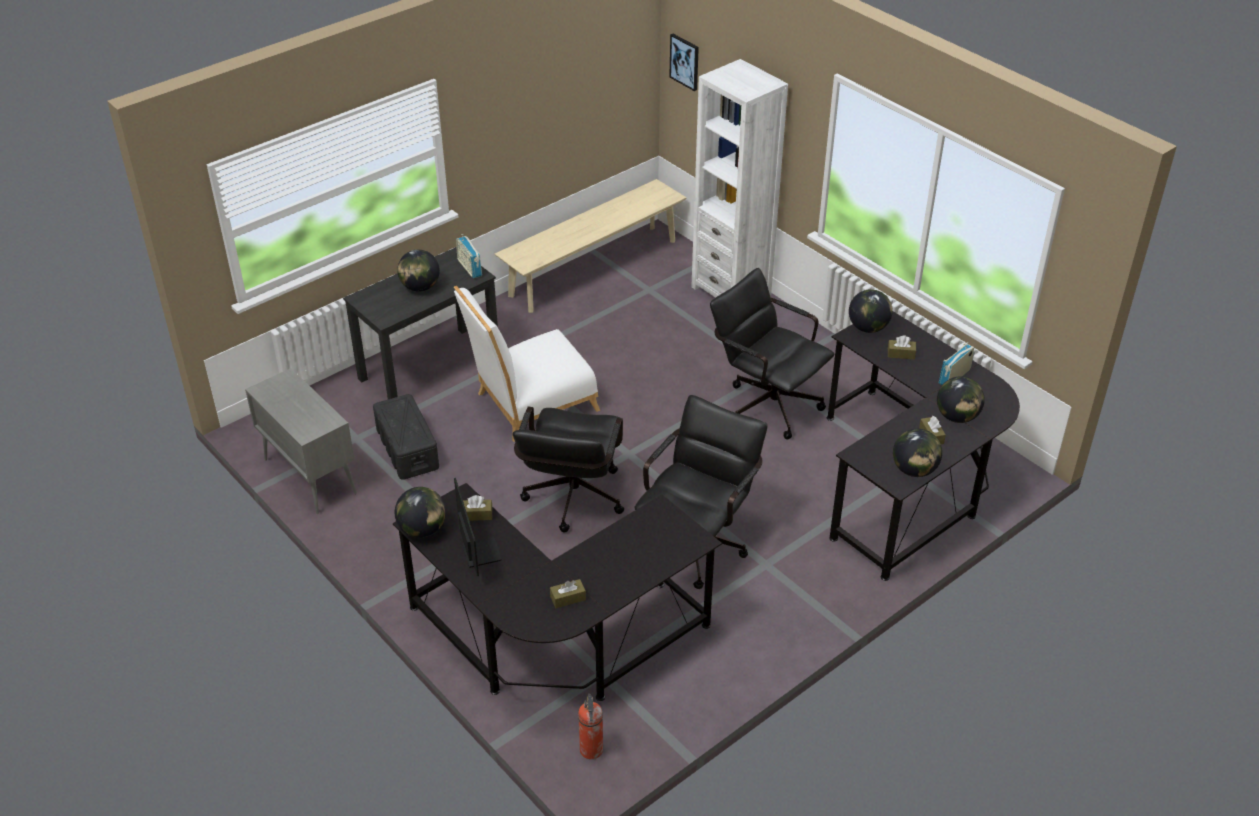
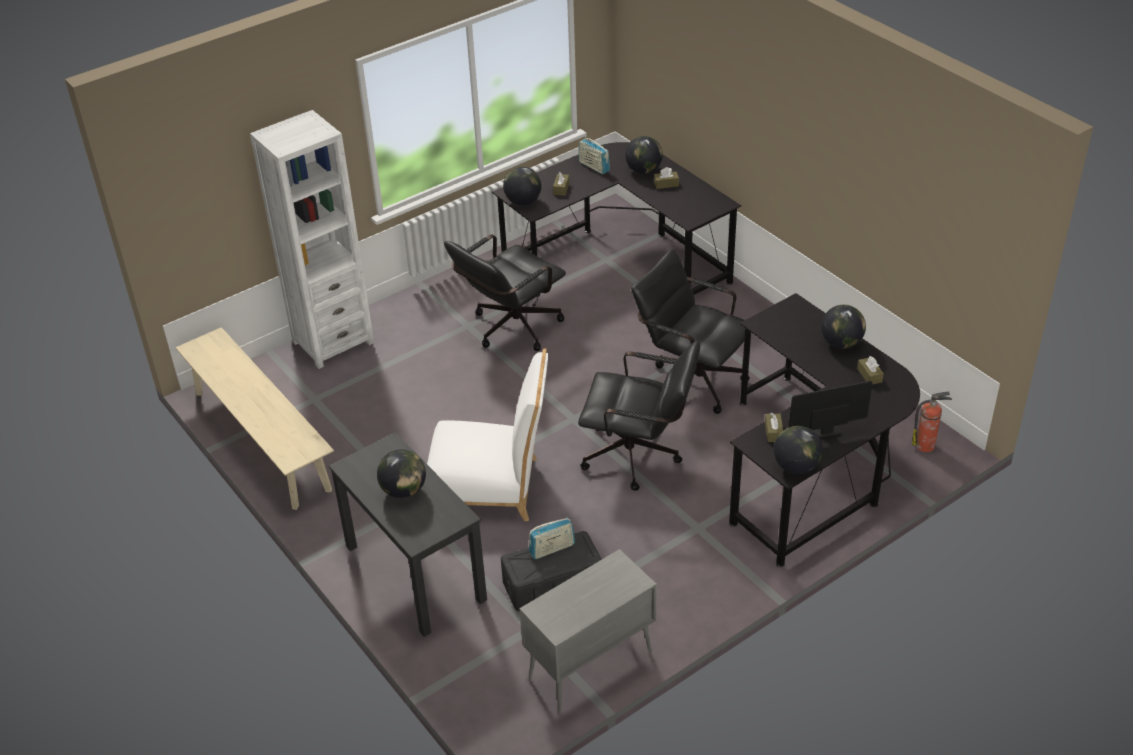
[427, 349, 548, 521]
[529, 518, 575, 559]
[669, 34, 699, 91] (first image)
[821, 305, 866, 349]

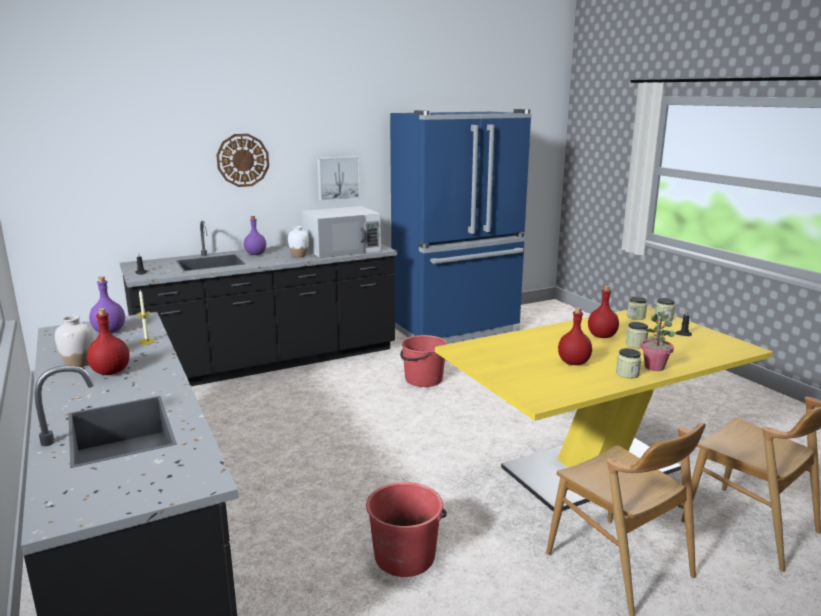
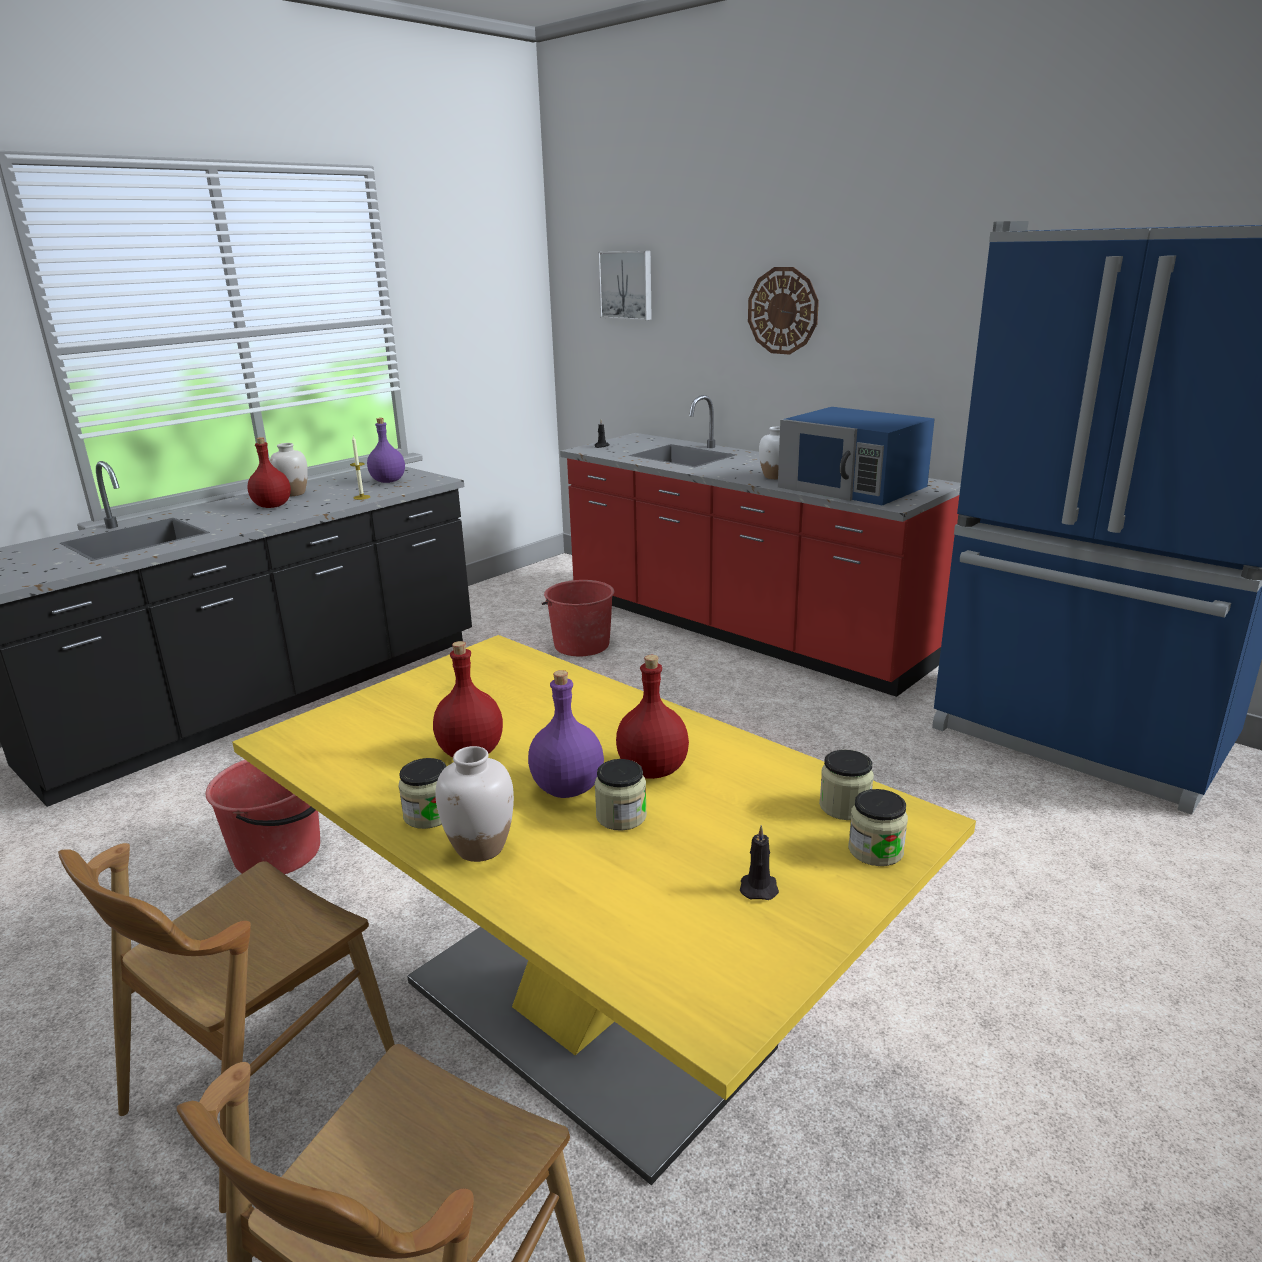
[560, 395, 961, 697]
[528, 670, 604, 798]
[778, 407, 935, 506]
[598, 251, 652, 320]
[542, 580, 615, 656]
[435, 746, 514, 862]

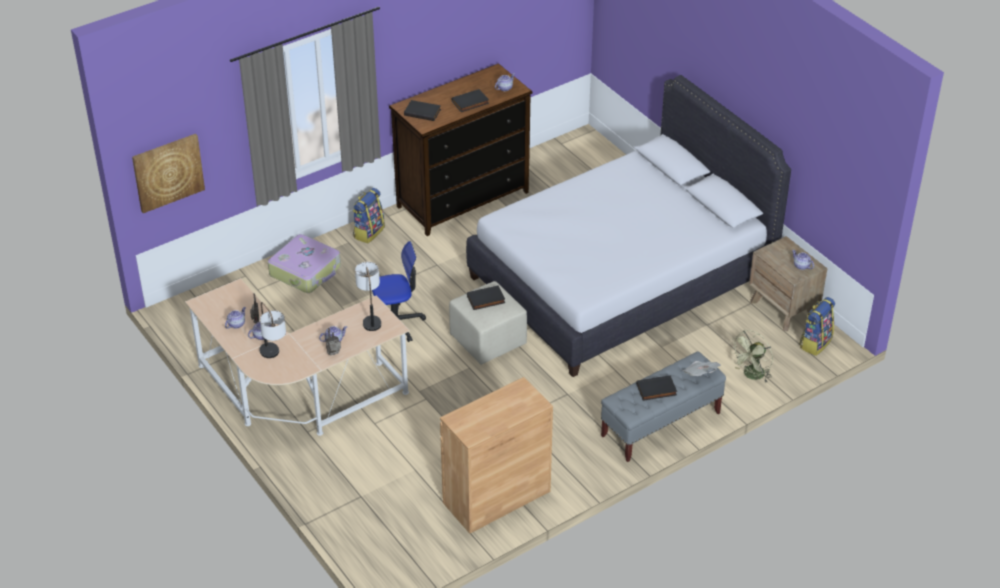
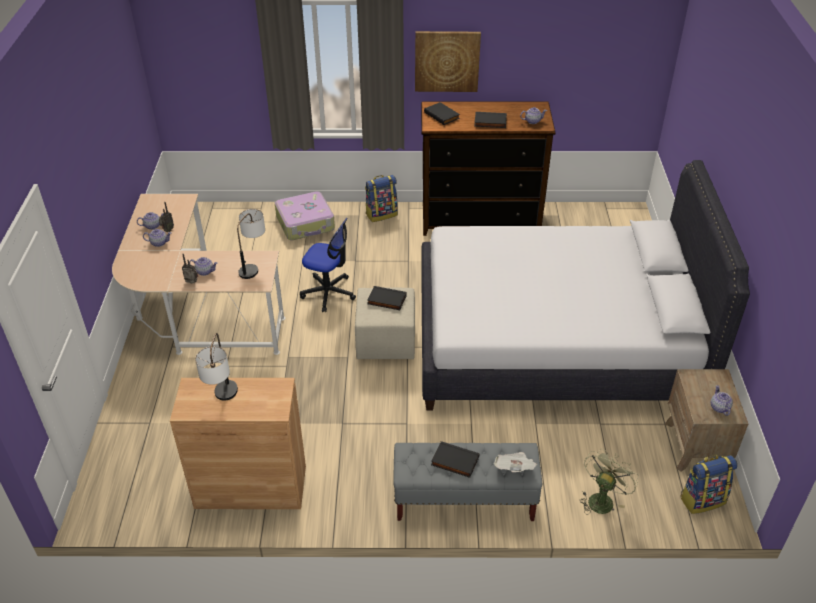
[415, 31, 481, 92]
[195, 333, 238, 401]
[580, 449, 639, 515]

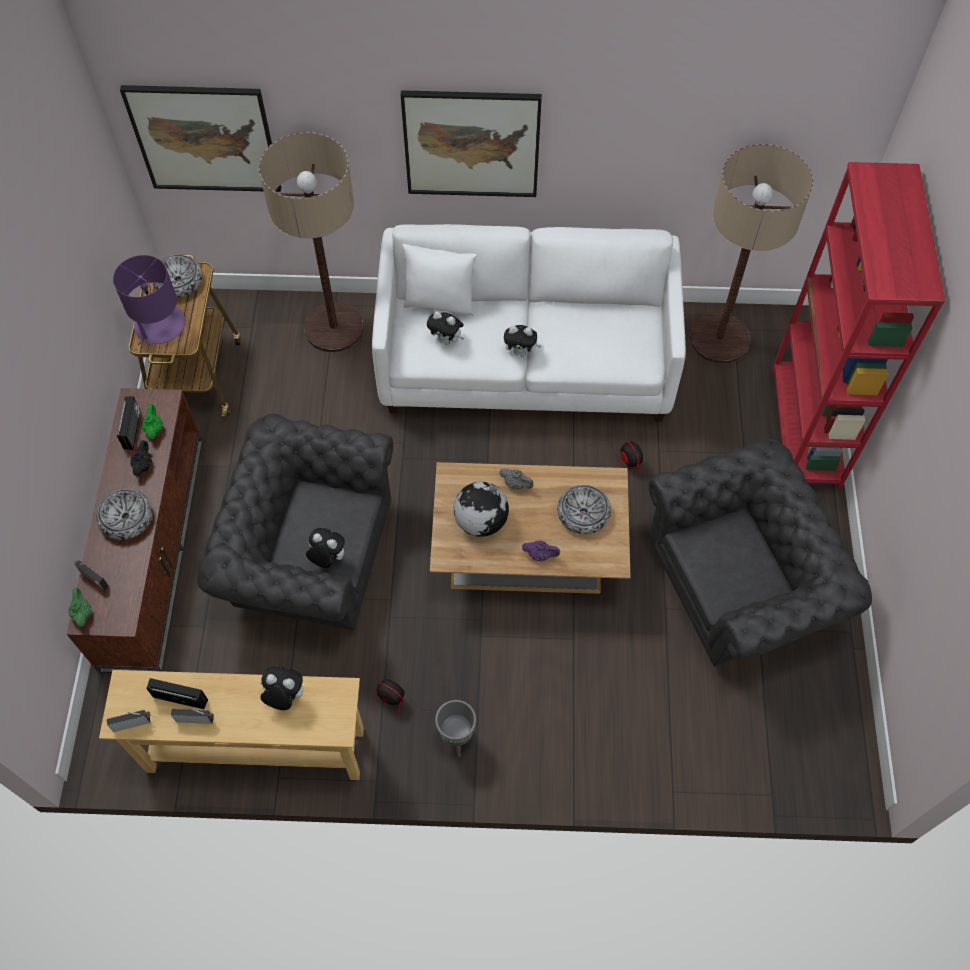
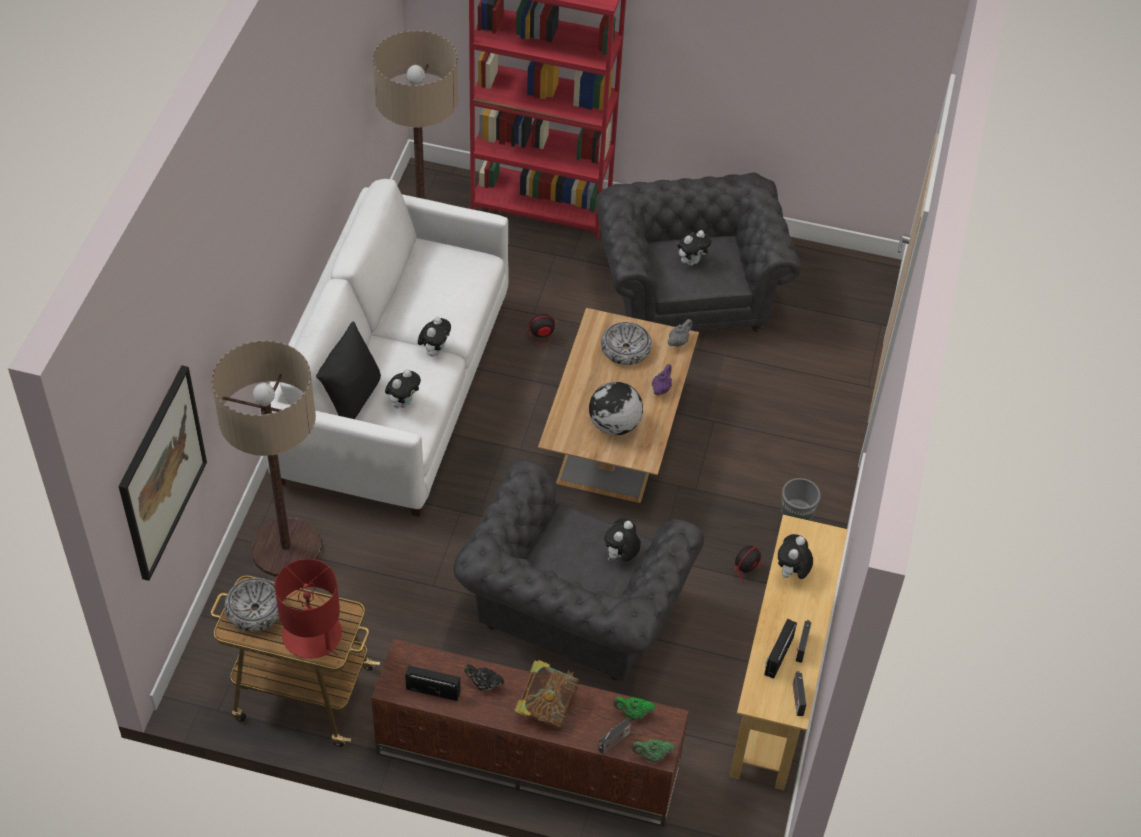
[514, 660, 579, 728]
[274, 559, 342, 659]
[613, 697, 656, 720]
[401, 90, 542, 197] (first image)
[316, 322, 381, 419]
[668, 319, 692, 347]
[678, 230, 711, 266]

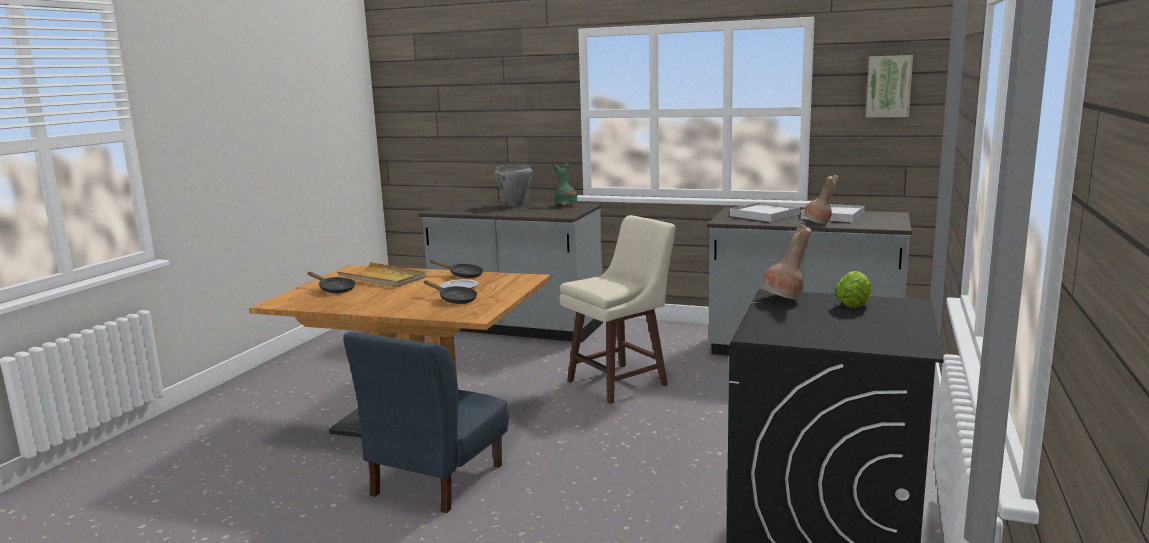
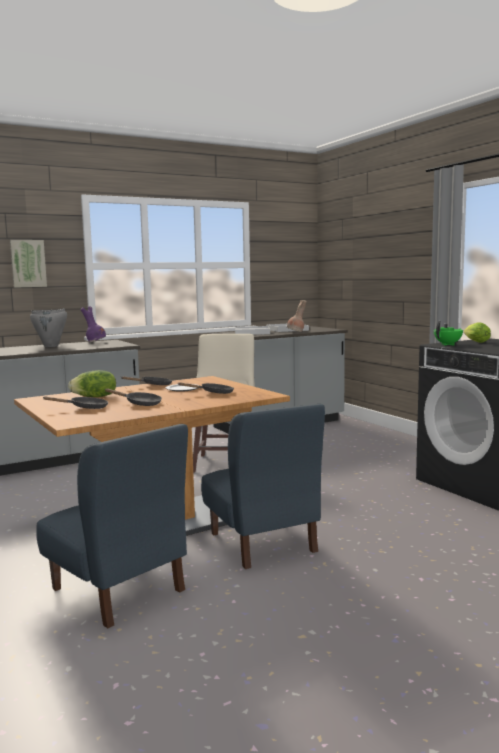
[68, 370, 116, 397]
[81, 306, 106, 343]
[434, 321, 463, 345]
[10, 240, 47, 288]
[36, 424, 188, 628]
[105, 389, 162, 406]

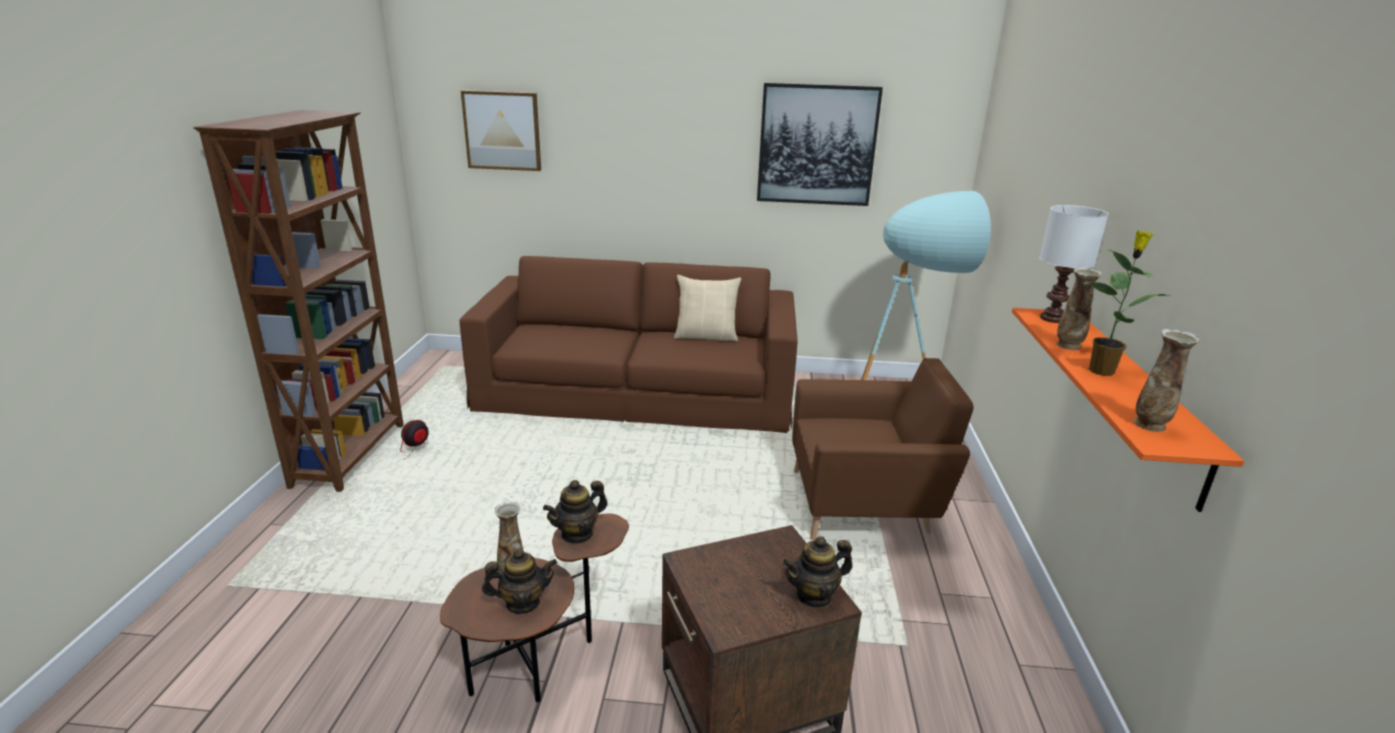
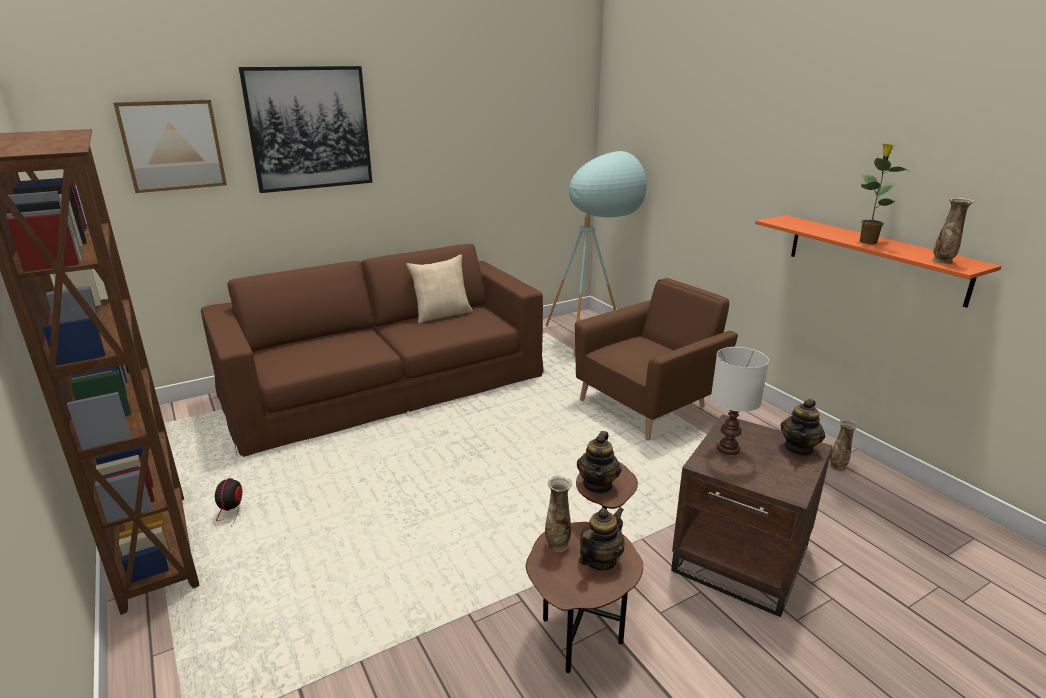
[239, 66, 373, 193]
[711, 347, 769, 455]
[829, 419, 858, 471]

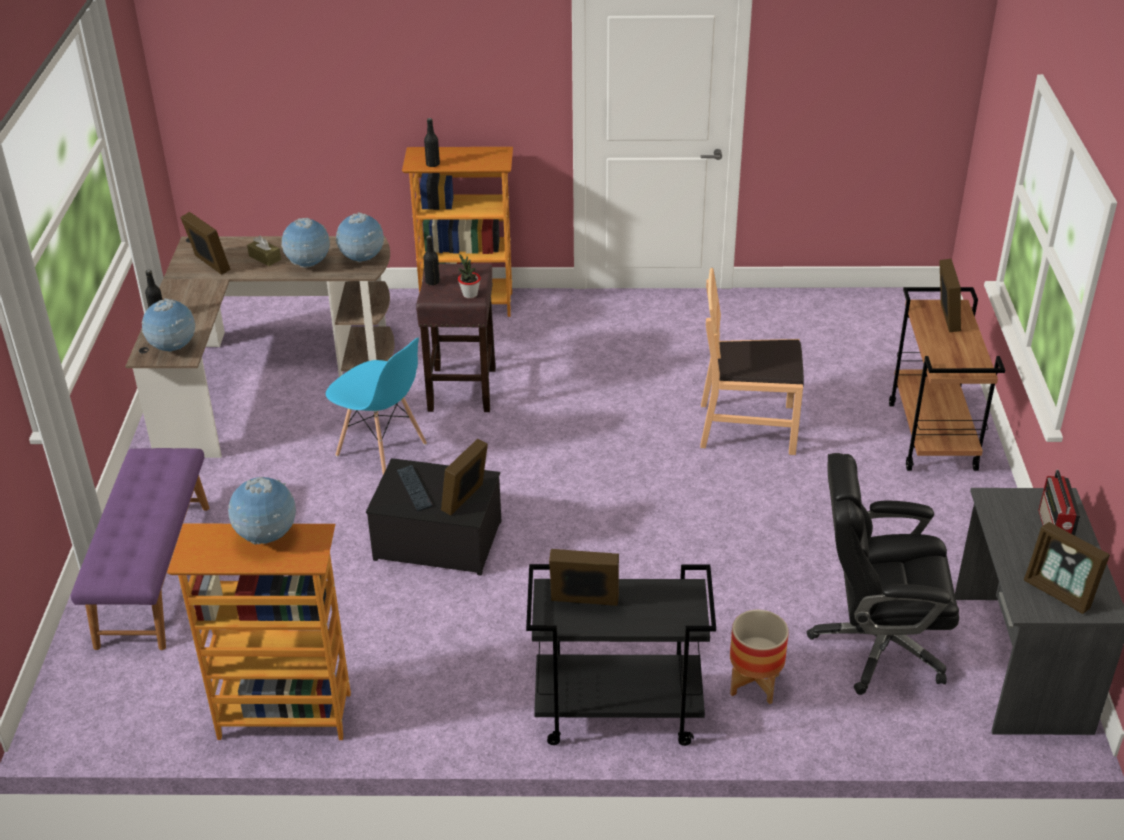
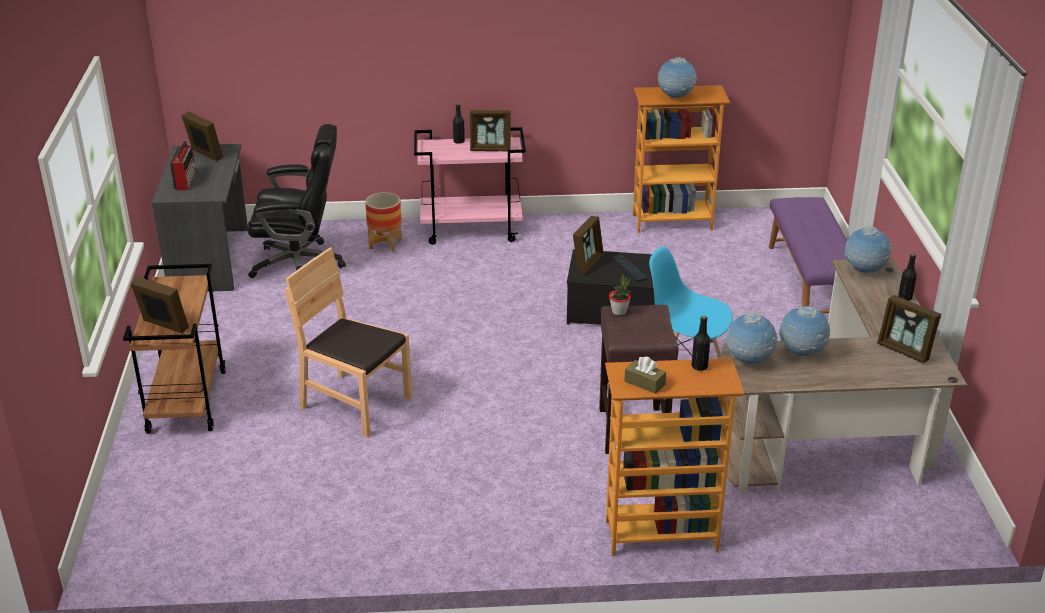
[624, 357, 666, 394]
[453, 103, 465, 144]
[414, 127, 526, 245]
[285, 247, 412, 438]
[130, 277, 189, 333]

